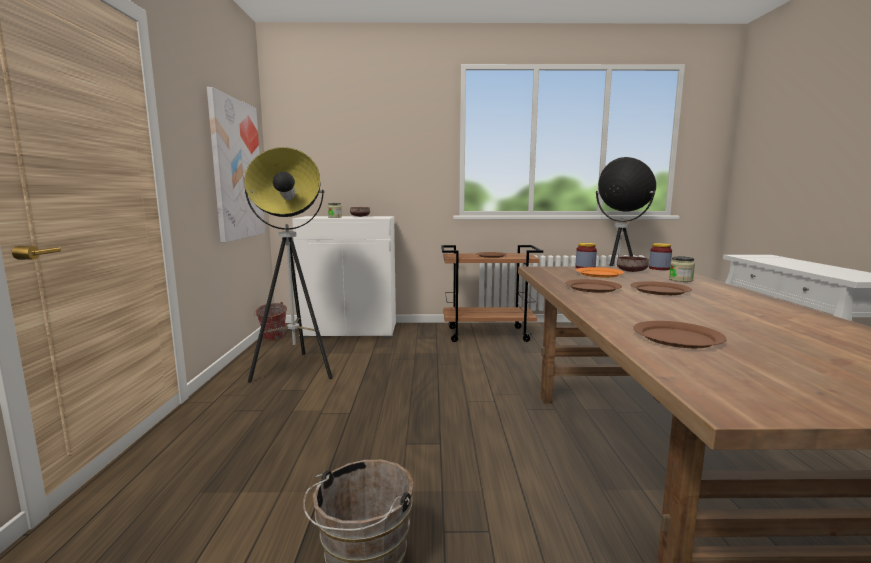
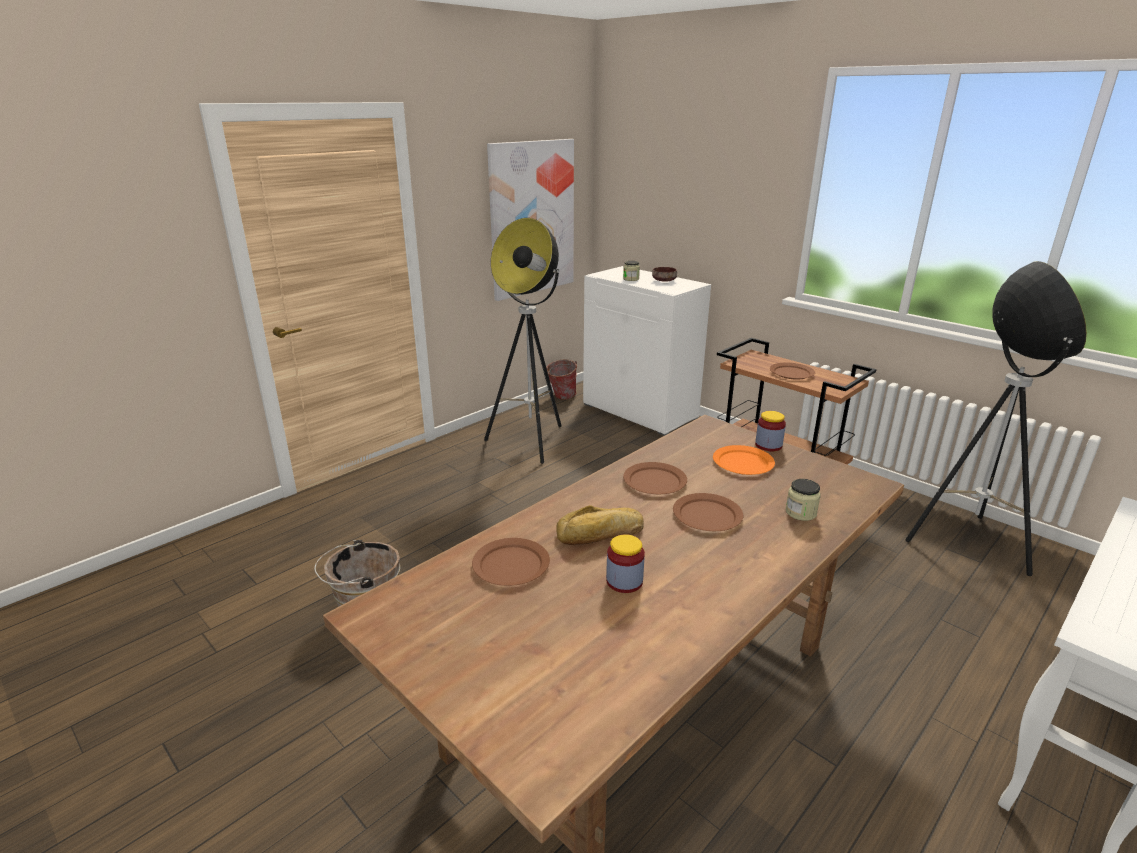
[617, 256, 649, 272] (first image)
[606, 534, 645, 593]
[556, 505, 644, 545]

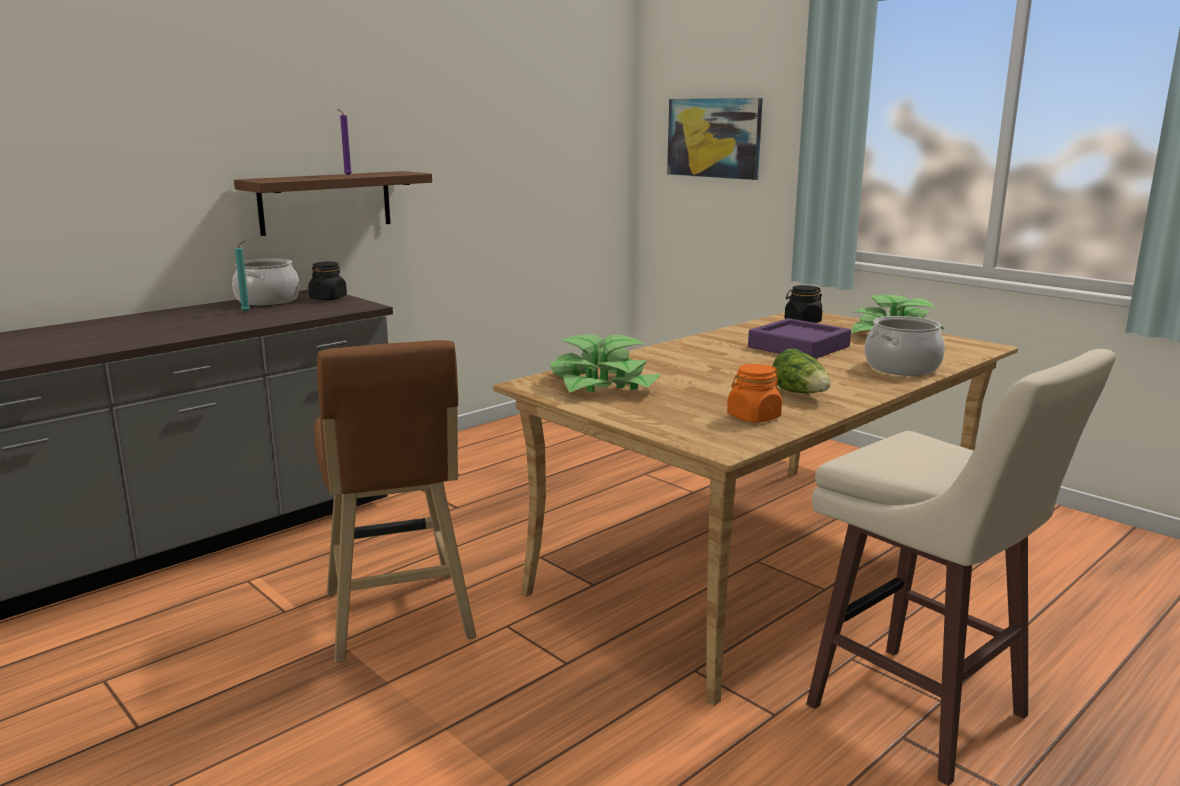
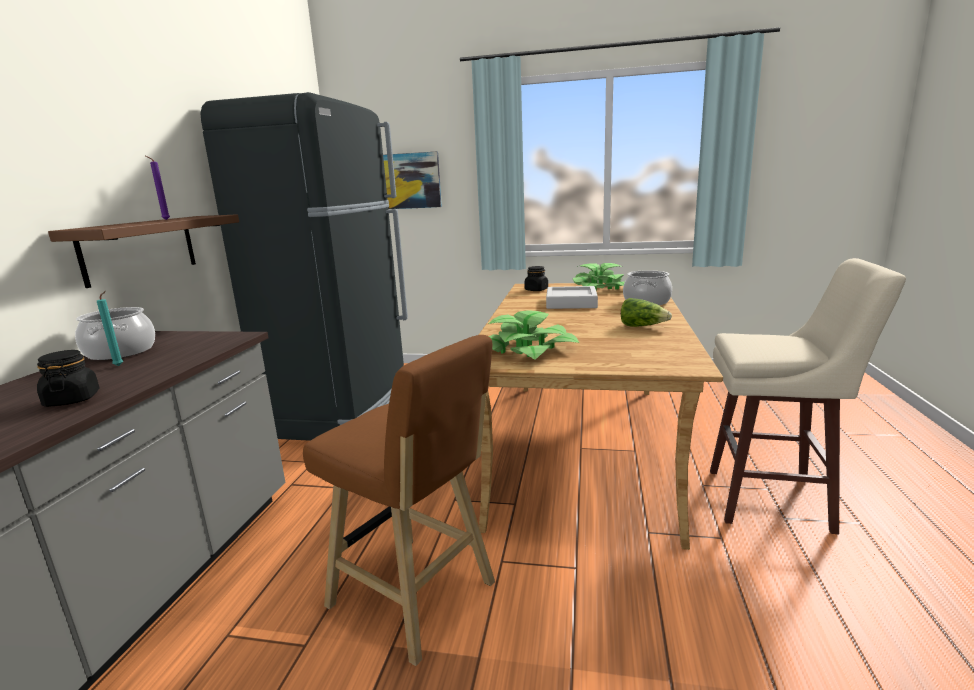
[37, 350, 100, 407]
[727, 364, 782, 423] (first image)
[546, 286, 598, 309]
[201, 92, 408, 441]

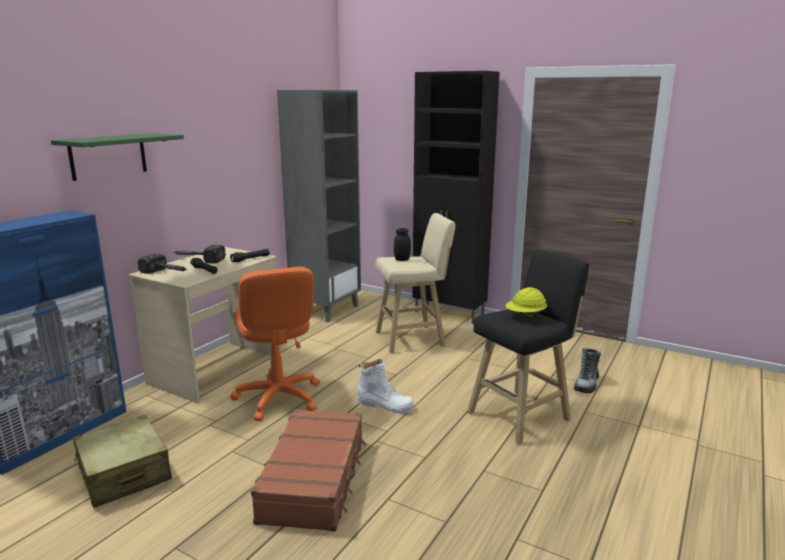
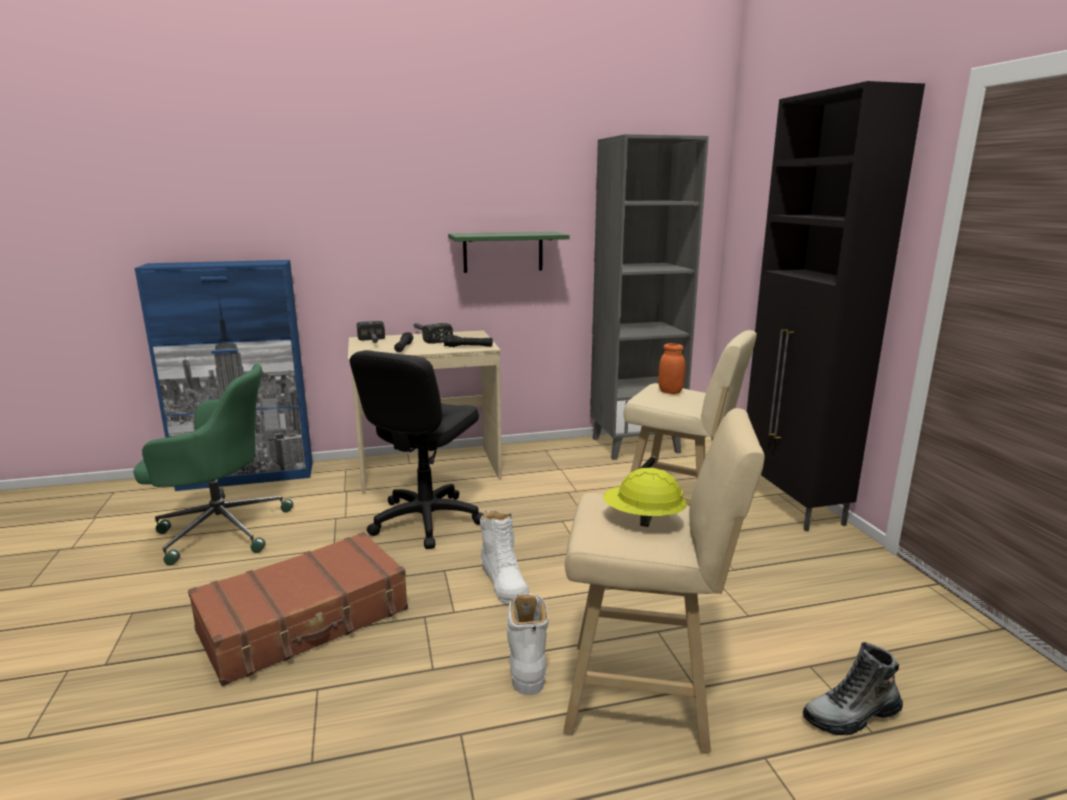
[448, 232, 570, 273]
[134, 364, 293, 566]
[350, 350, 483, 549]
[658, 343, 686, 394]
[563, 408, 765, 753]
[507, 593, 549, 695]

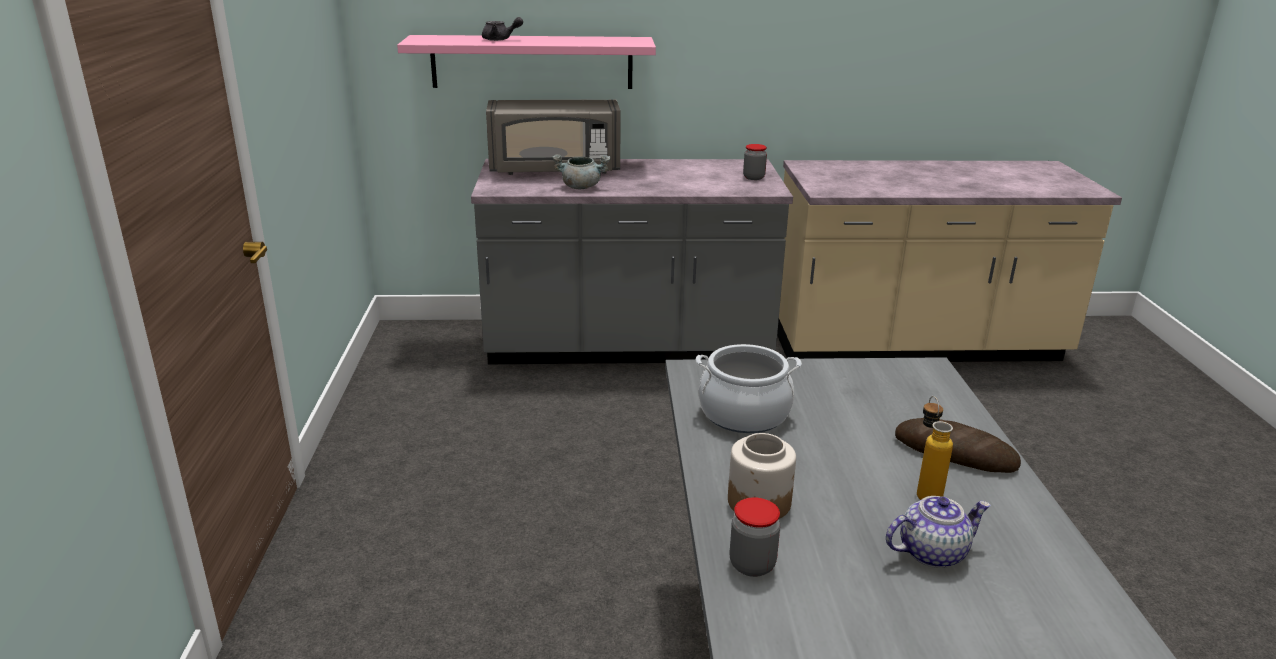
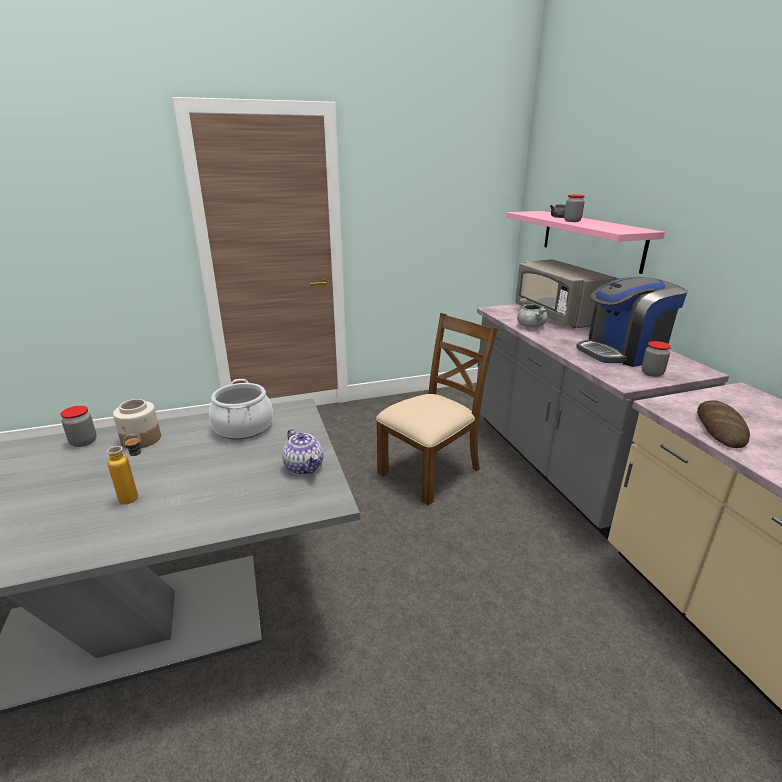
[282, 429, 323, 475]
[697, 400, 750, 448]
[376, 313, 497, 505]
[564, 194, 585, 222]
[576, 277, 688, 367]

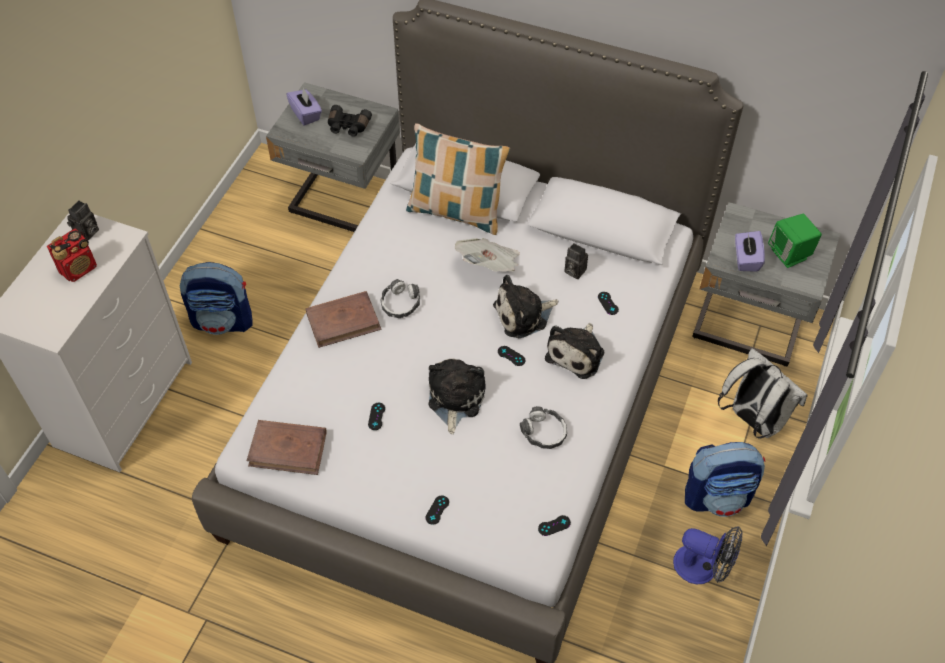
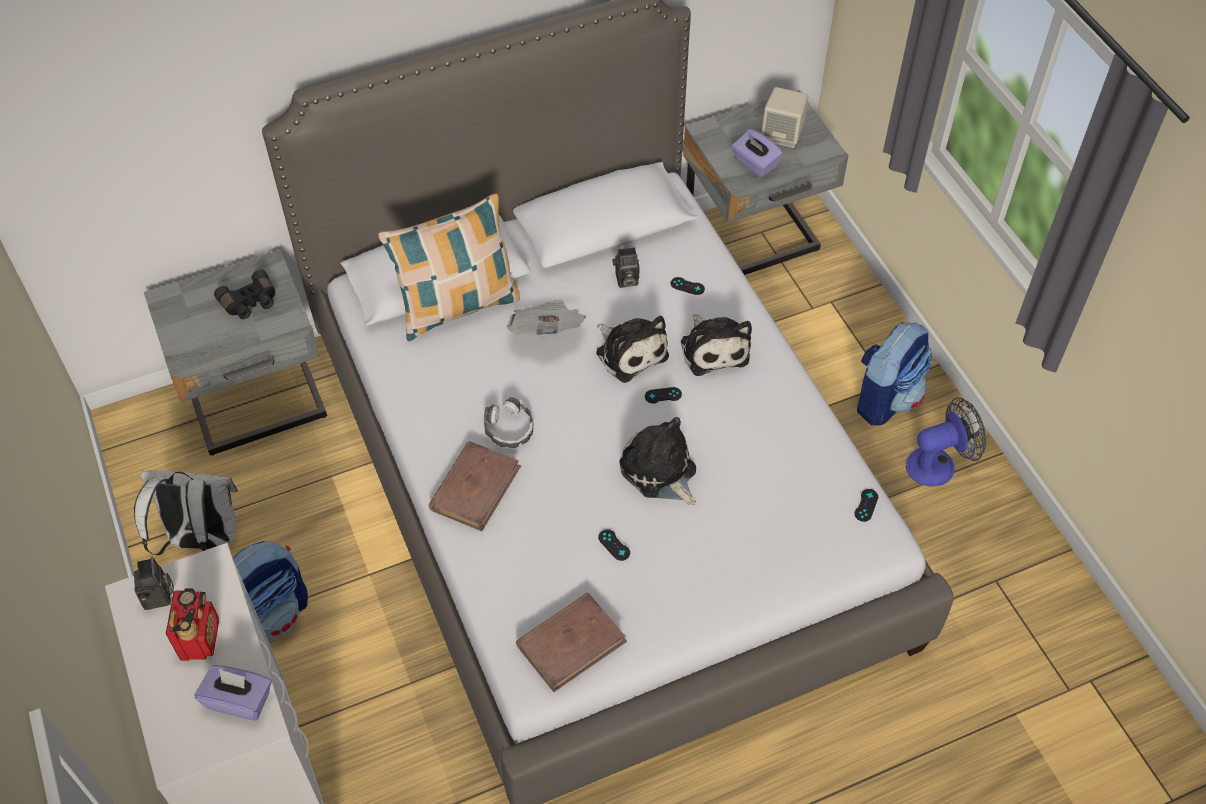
[194, 665, 272, 721]
[425, 495, 449, 525] (first image)
[596, 316, 669, 383]
[520, 406, 567, 449] (first image)
[134, 470, 238, 555]
[761, 87, 808, 148]

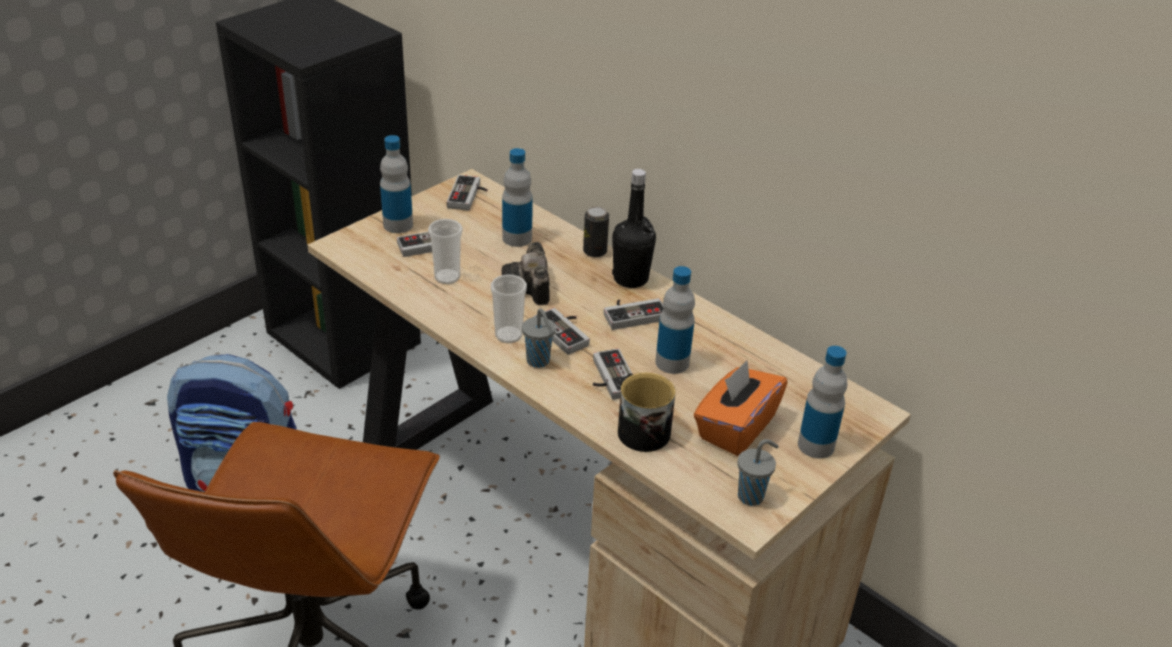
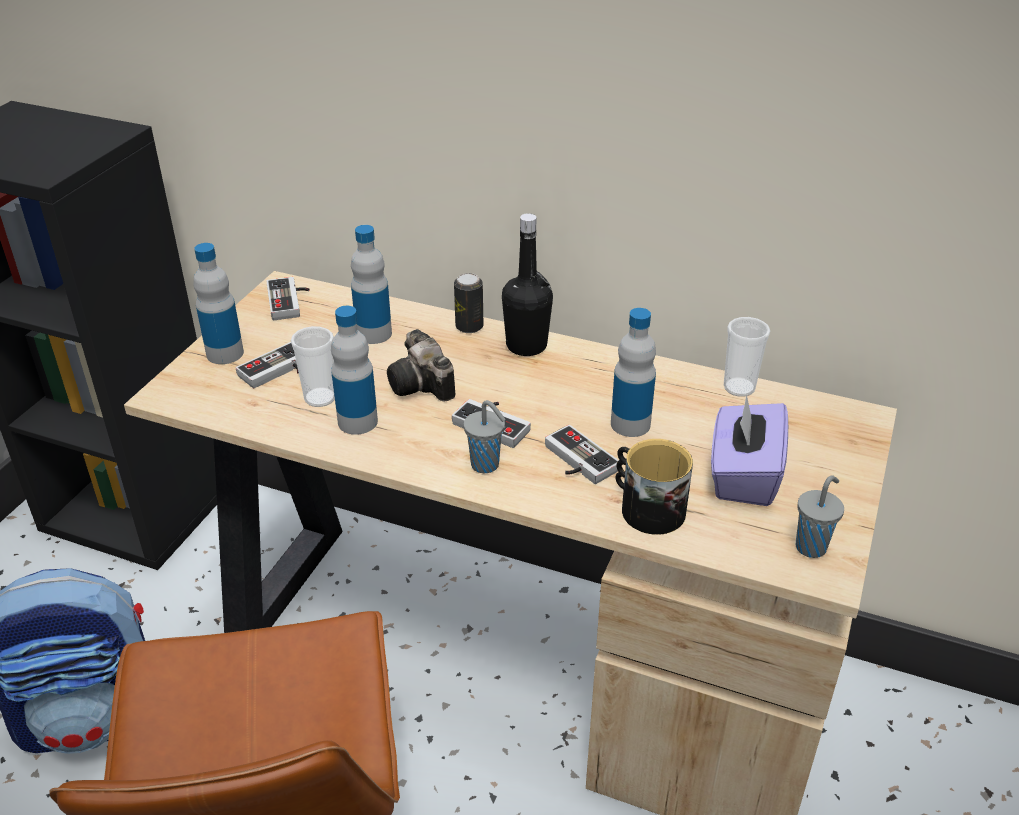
[724, 317, 770, 397]
[603, 298, 664, 330] (first image)
[711, 394, 788, 506]
[331, 306, 378, 435]

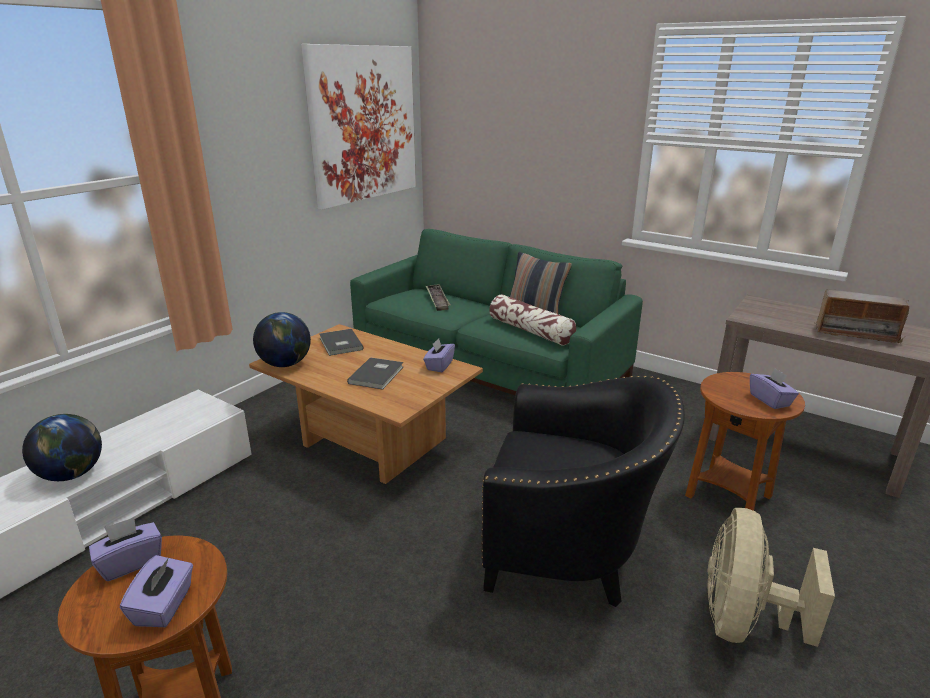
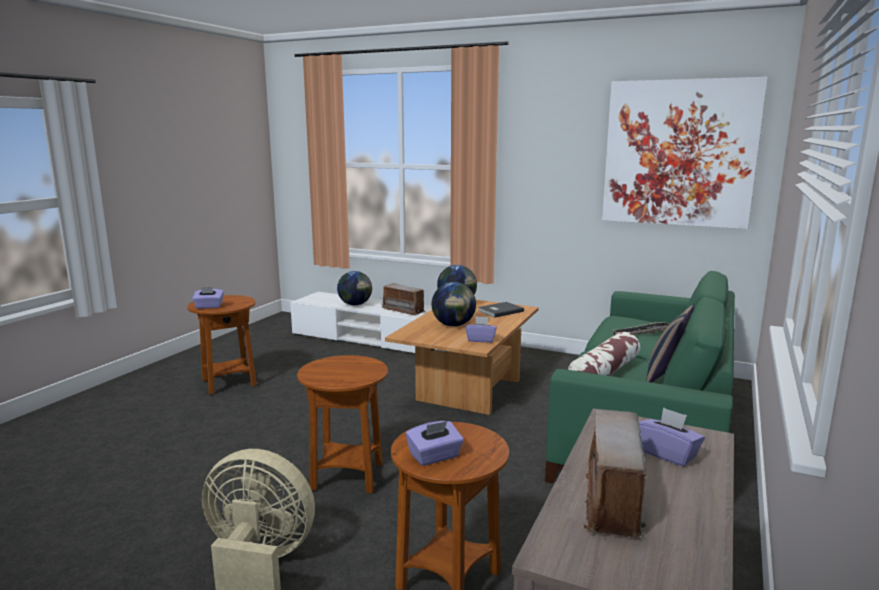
[639, 407, 705, 467]
[432, 282, 476, 326]
[297, 355, 388, 493]
[381, 283, 425, 316]

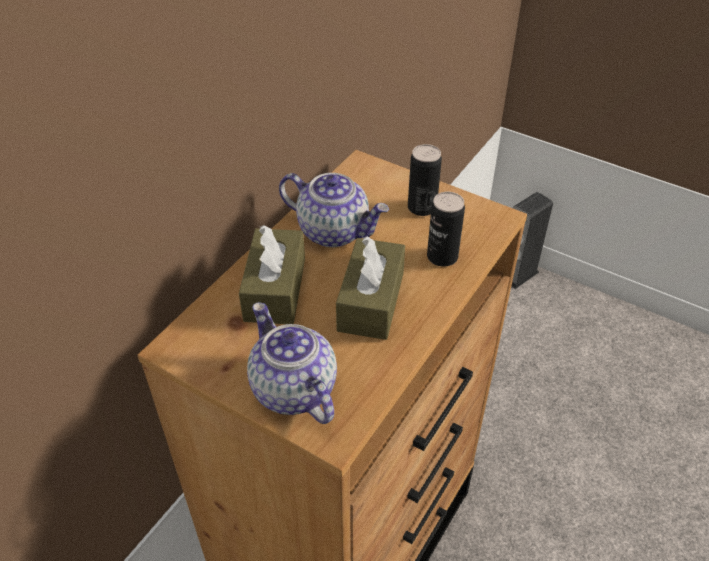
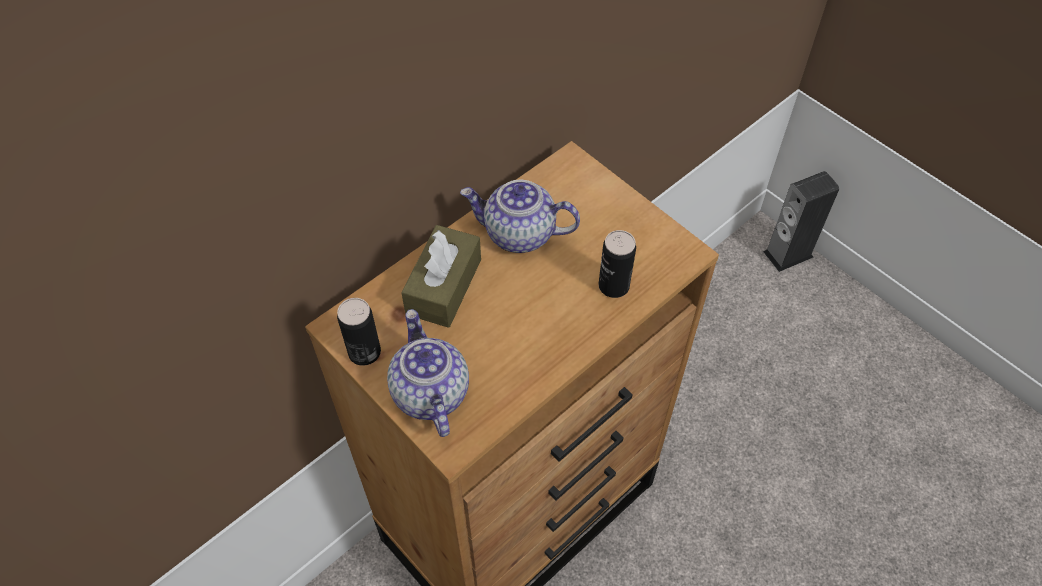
[460, 179, 580, 253]
[336, 236, 405, 340] (first image)
[337, 298, 381, 366]

